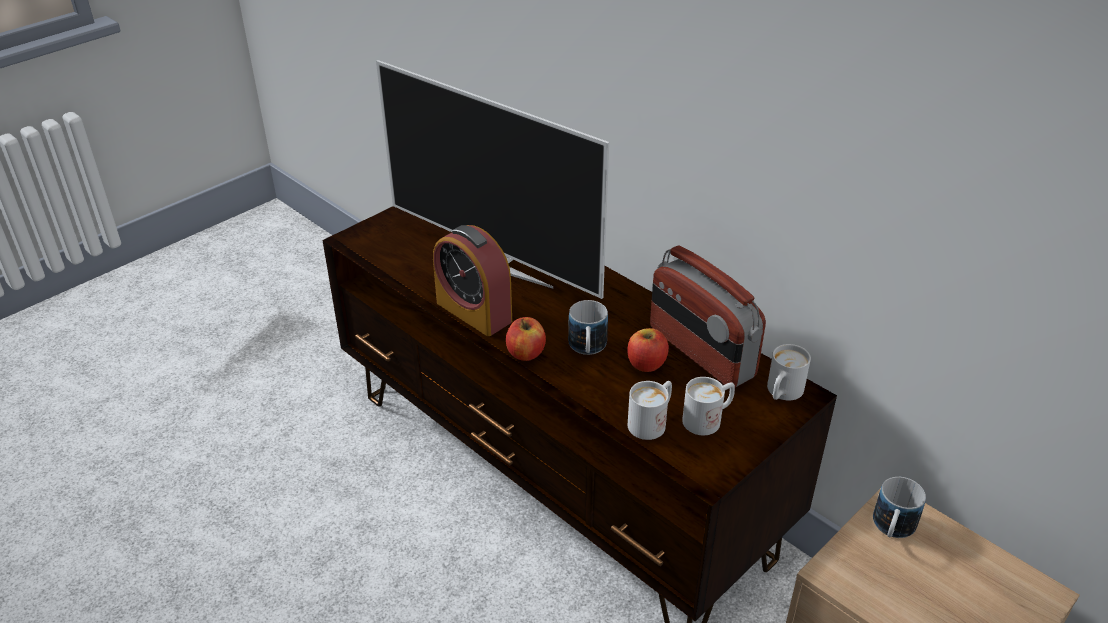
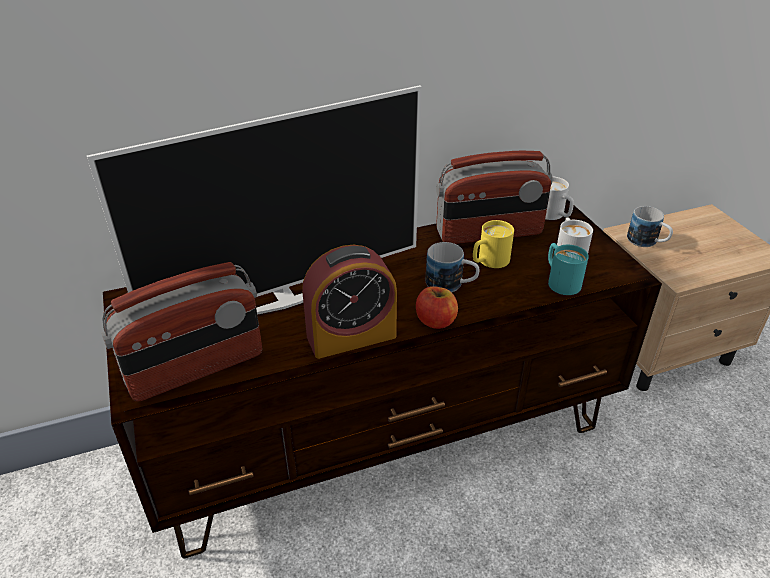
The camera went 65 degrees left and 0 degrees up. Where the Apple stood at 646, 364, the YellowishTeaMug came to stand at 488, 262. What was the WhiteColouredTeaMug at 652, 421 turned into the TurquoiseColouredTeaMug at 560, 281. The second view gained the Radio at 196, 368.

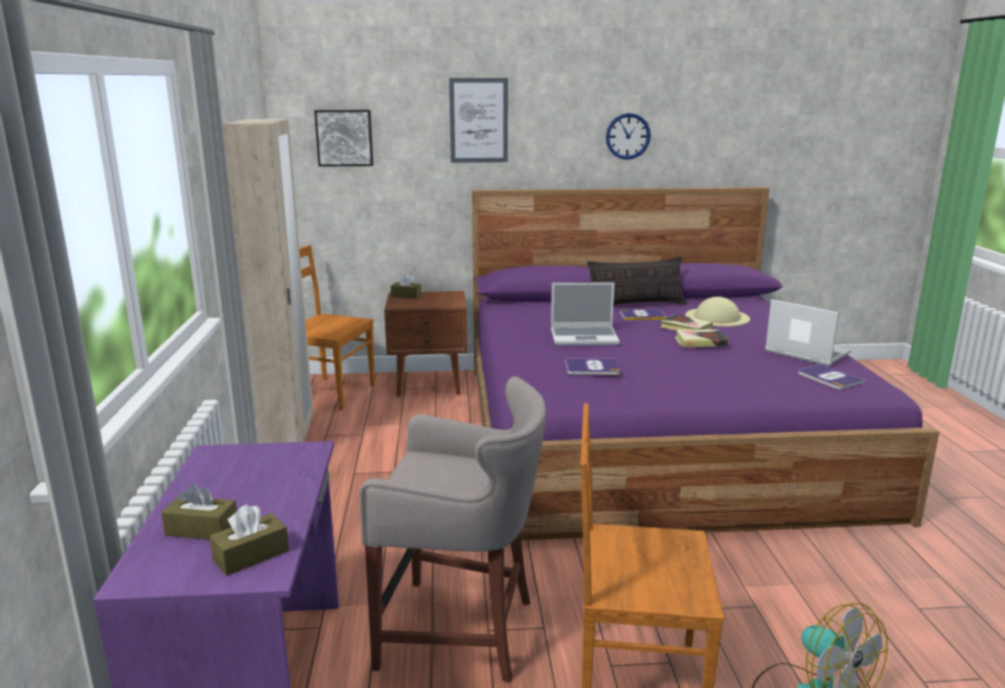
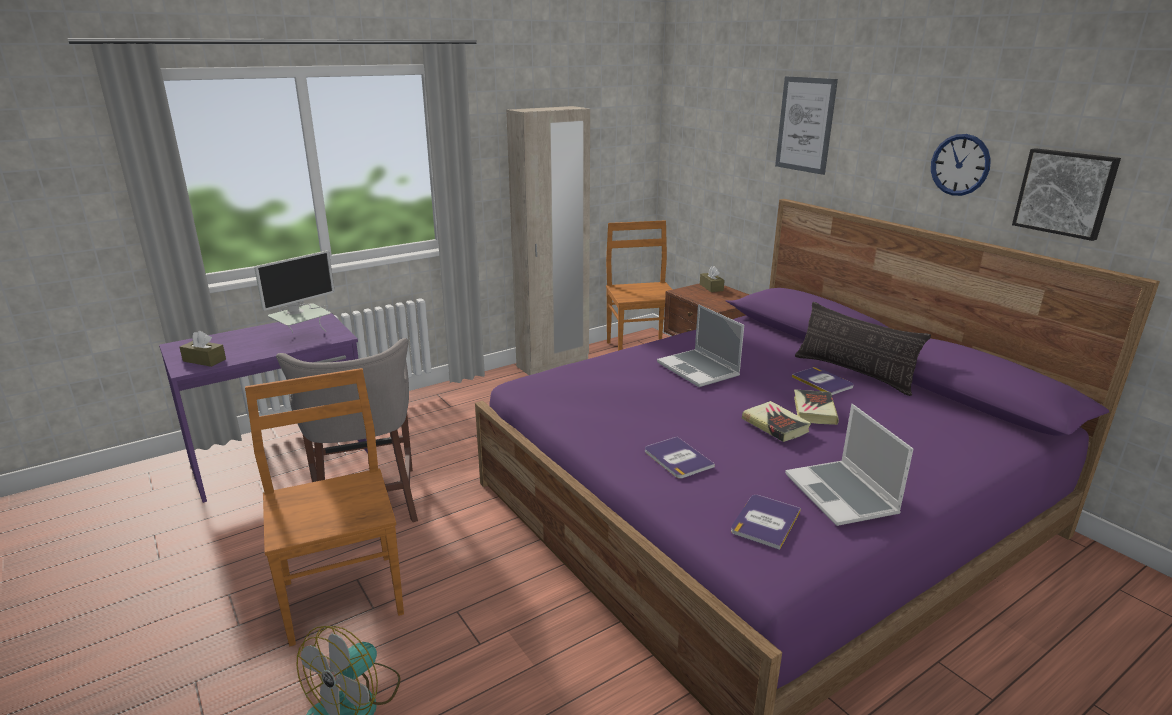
The camera went 60 degrees right and 5 degrees up. The second view lost the BrownTissueBox at 202, 529. The WallArt ended up elsewhere, having gone from 344, 138 to 1065, 193. The Volume ended up elsewhere, having gone from 592, 368 to 677, 458. The second view lost the BeigeColouredWearableHat at 717, 317. The Laptop at 805, 352 ended up facing another way, 150 degrees clockwise from before. The second view gained the ComputerScreen at 303, 338.

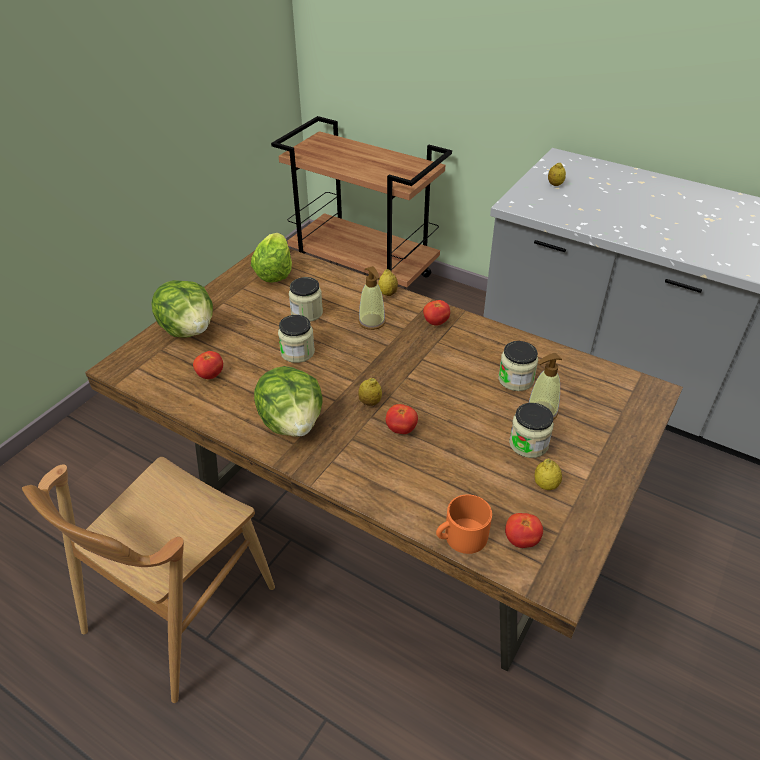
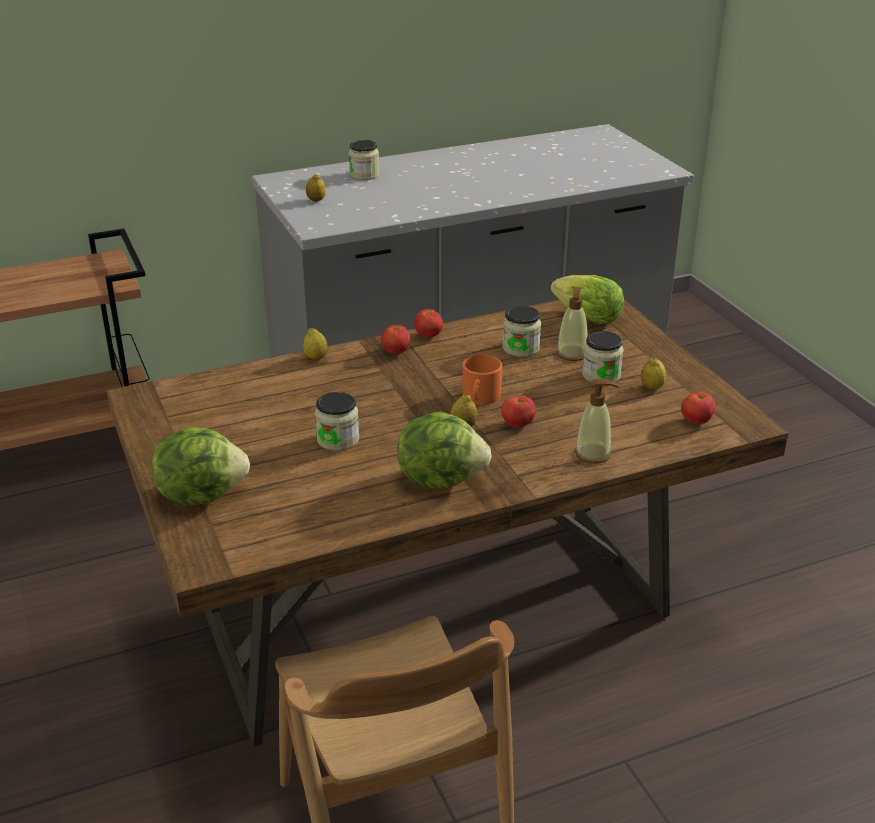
The camera went 55 degrees left and 10 degrees down. The Tomato ended up elsewhere, having gone from 210, 375 to 428, 335. The LettuceHead ended up elsewhere, having gone from 274, 272 to 588, 318. The PreserveJar ended up elsewhere, having gone from 307, 313 to 364, 175. The SoapDispenser ended up elsewhere, having gone from 372, 322 to 593, 454. The OrangeTeaMug ended up elsewhere, having gone from 460, 537 to 480, 397.

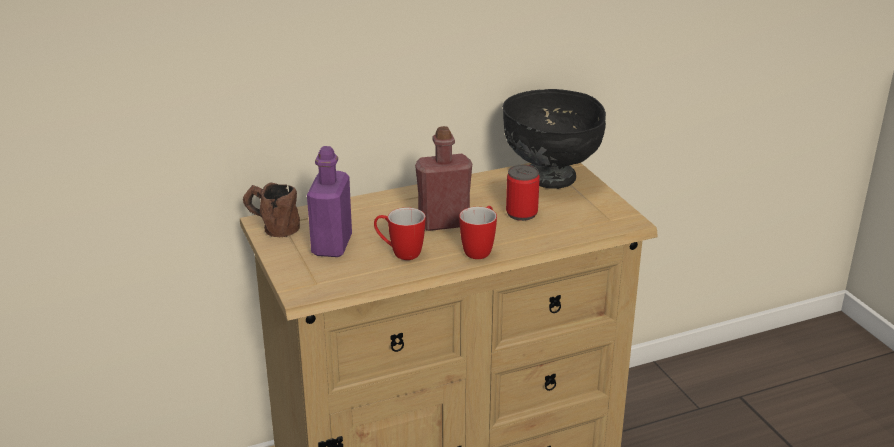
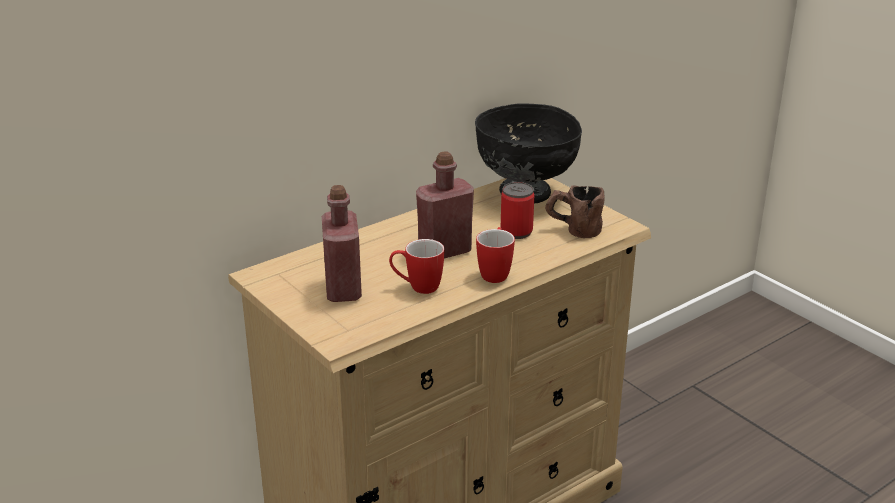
The camera went 15 degrees left and 0 degrees up. The BrownTeaMug ended up elsewhere, having gone from 271, 227 to 573, 230. What was the PurpleColouredBeverageBottle at 332, 245 turned into the ReddishBeverageBottle at 343, 289.

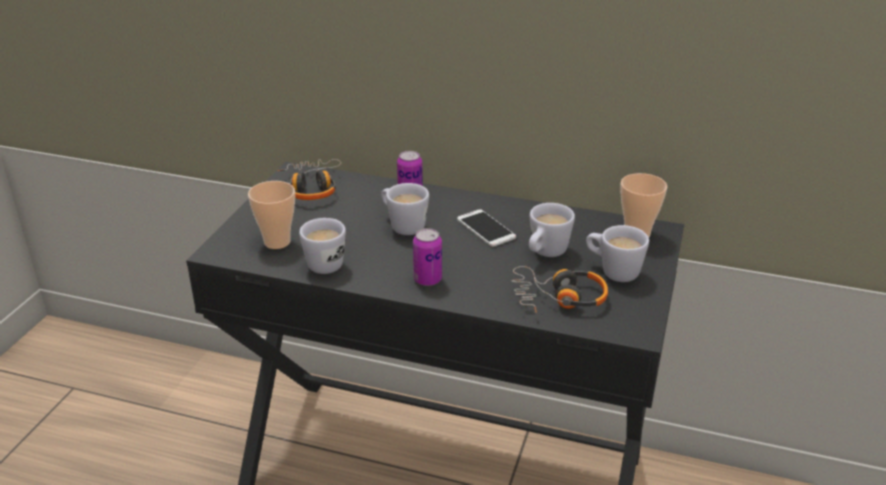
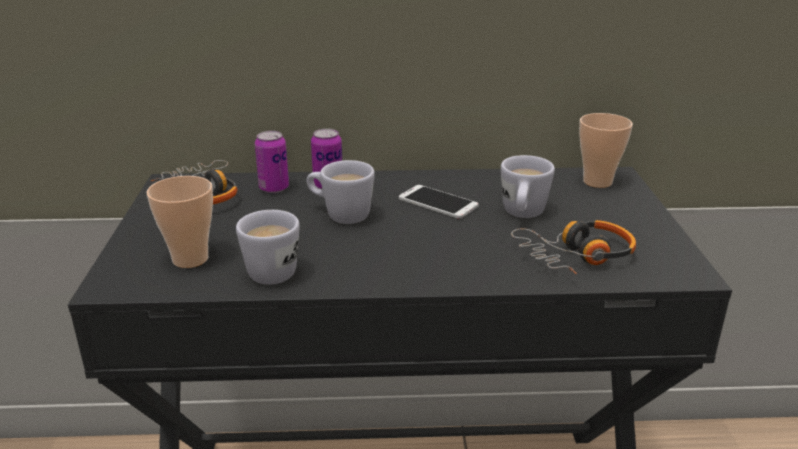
The camera went 20 degrees left and 5 degrees down. The SealedCan ended up elsewhere, having gone from 427, 280 to 274, 188. The second view lost the WhiteColouredTeaMug at 612, 271.

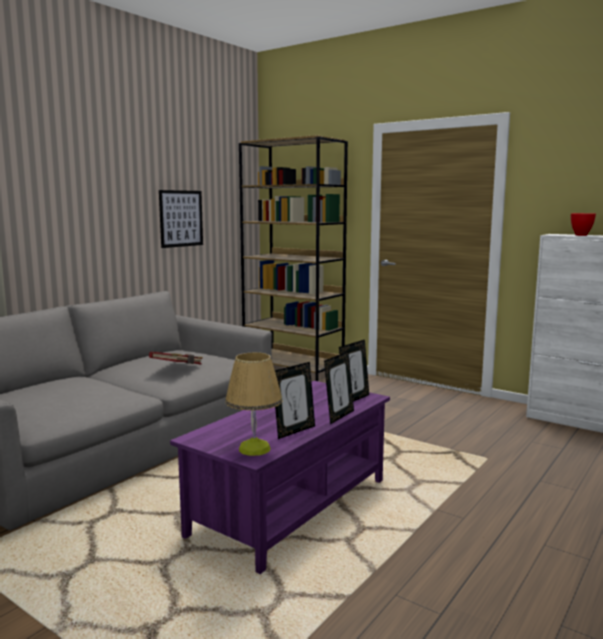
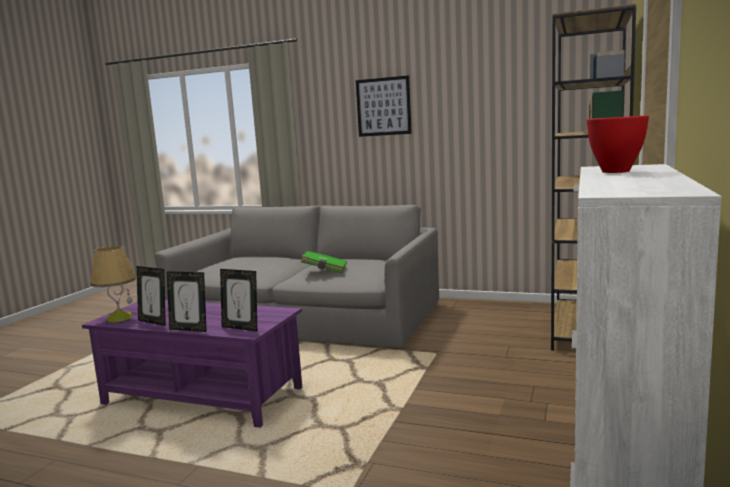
The camera went 75 degrees right and 0 degrees up. What was the ReddishVolume at 177, 368 turned into the GreenishVolume at 324, 271. The WallArt ended up elsewhere, having gone from 181, 218 to 383, 106.

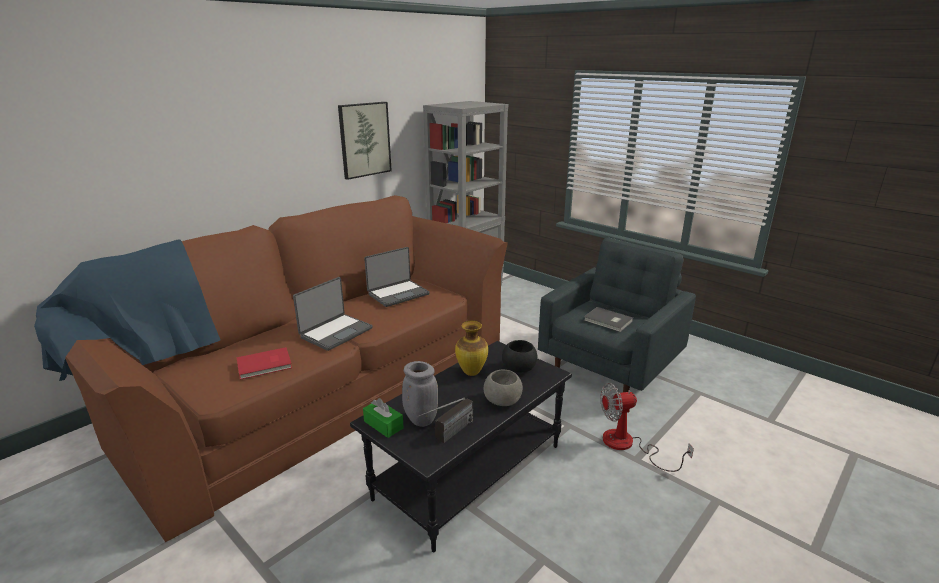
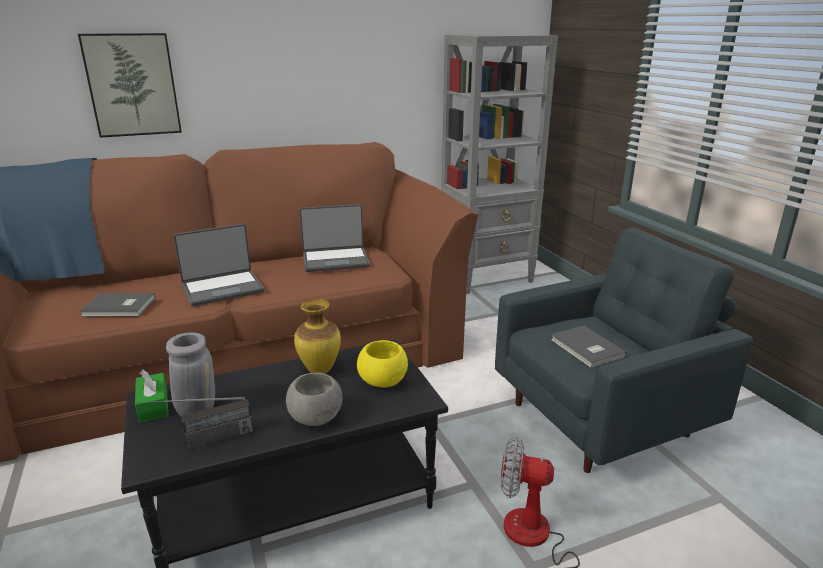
The camera went 25 degrees right and 0 degrees up. What was the ReddishVolume at 265, 365 turned into the GrayVolume at 119, 307. The WallArt ended up elsewhere, having gone from 364, 139 to 132, 85. What was the BlackColouredDeepDish at 518, 368 turned into the YellowishDeepDish at 382, 381.

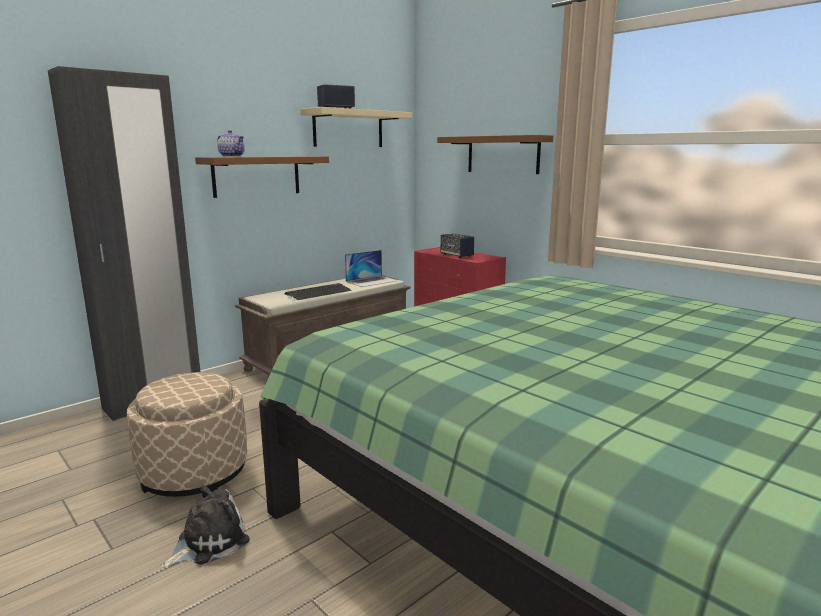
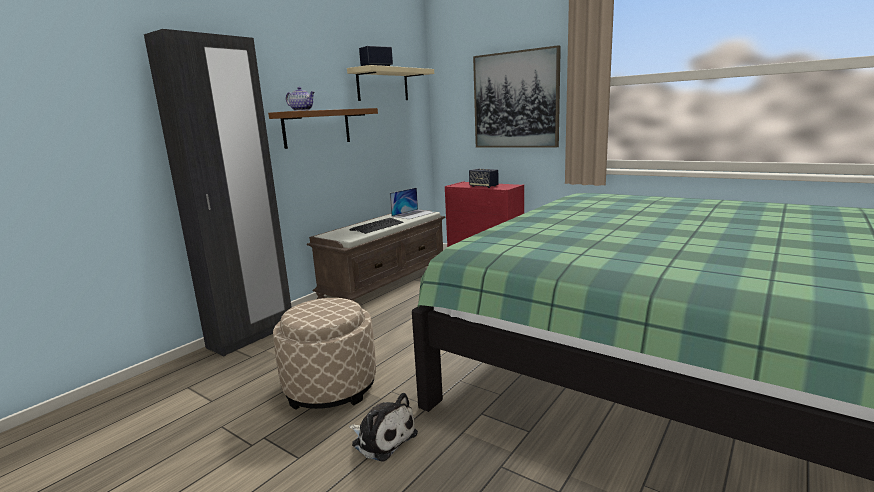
The camera went 10 degrees left and 0 degrees up. The SoftToy at 208, 541 ended up facing another way, 90 degrees clockwise from before. Where the BrownShelf hung at 503, 154, the WallArt came to hang at 515, 100.

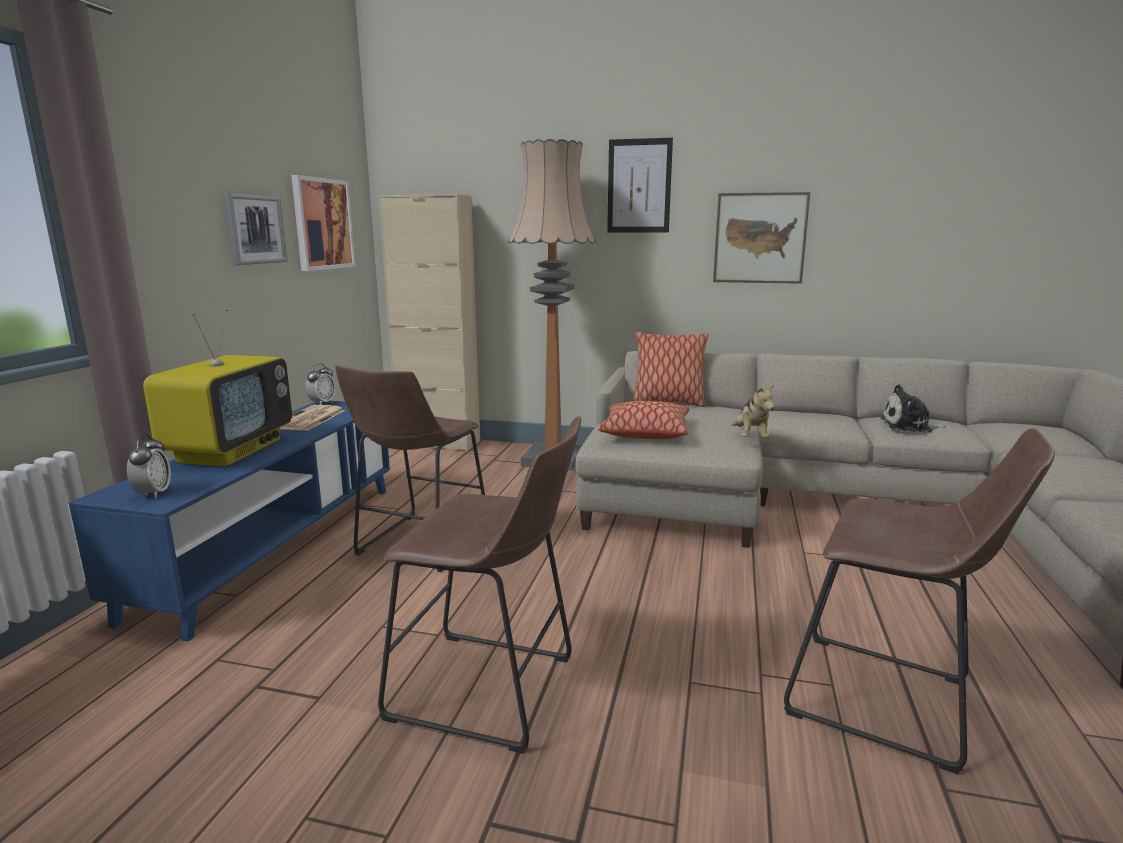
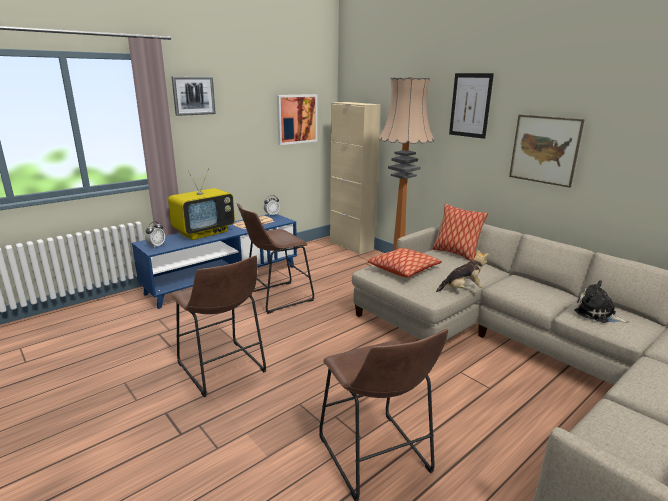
The camera went 35 degrees right and 5 degrees up. The WallArt ended up elsewhere, having gone from 255, 229 to 193, 95. The SoftToy at 750, 438 ended up facing another way, 135 degrees counterclockwise from before.

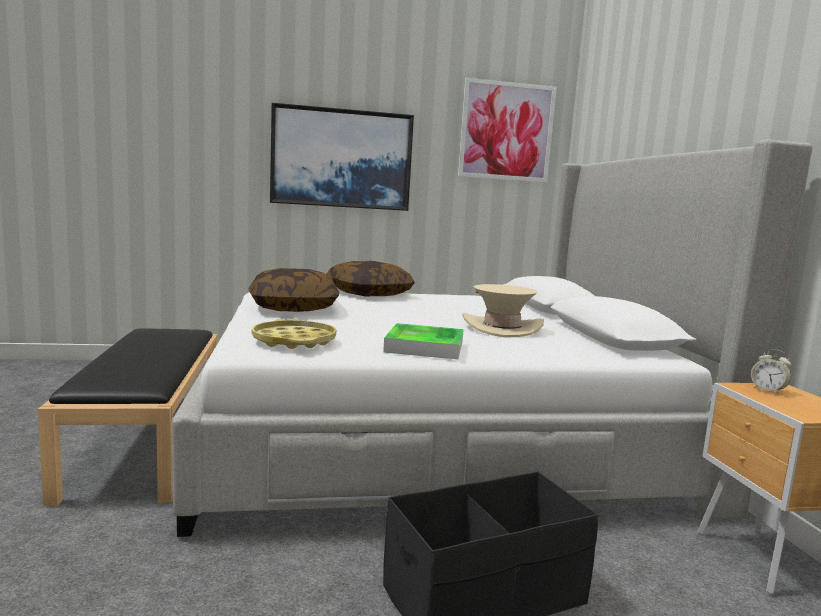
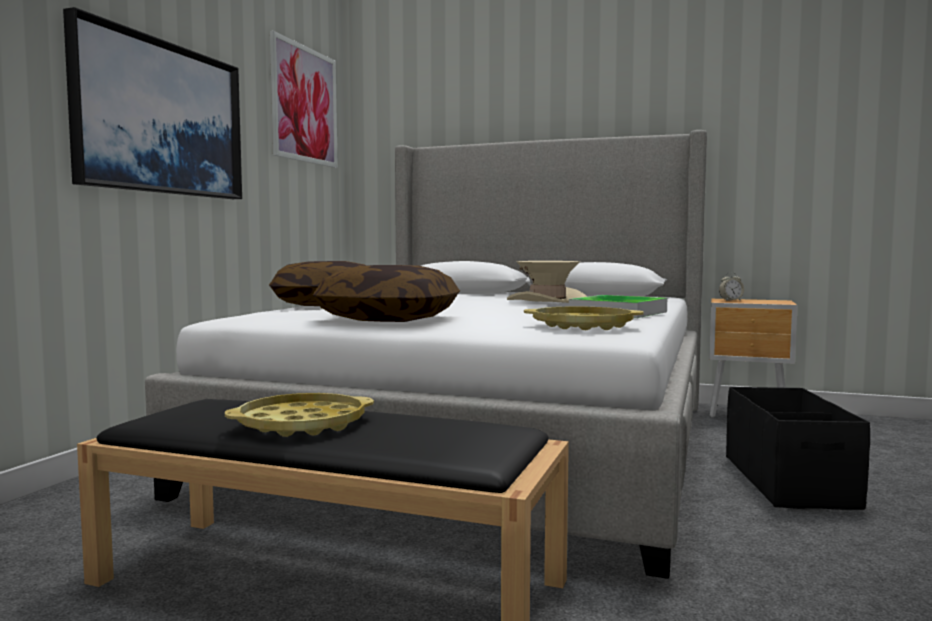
The camera went 60 degrees left and 5 degrees down. The second view gained the YellowishCarryingTray at 302, 424.

